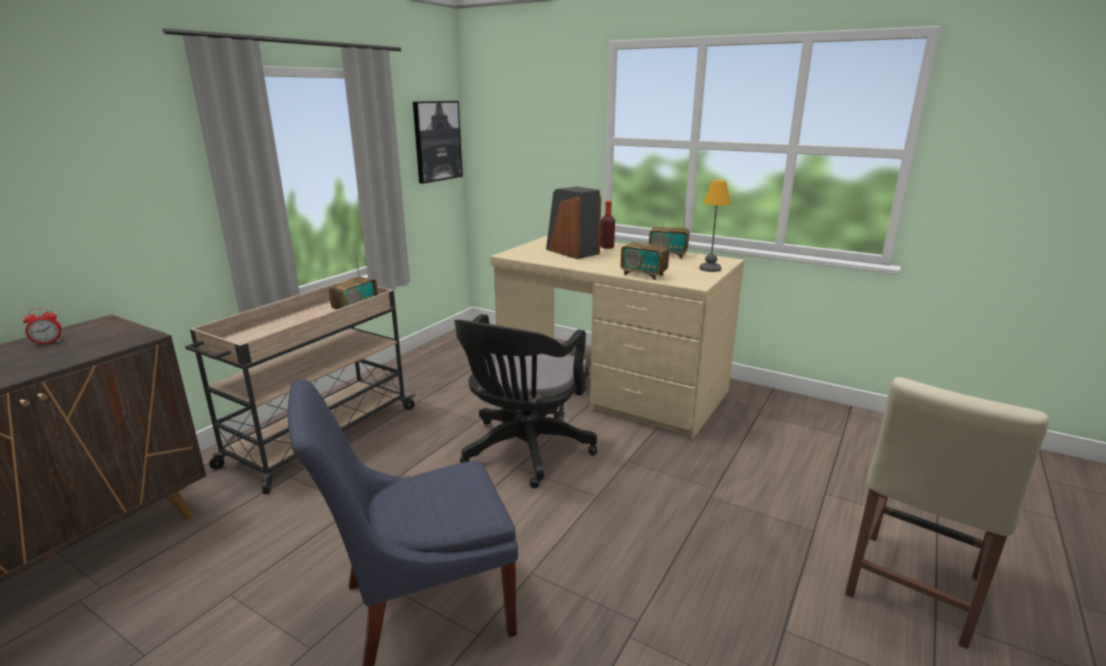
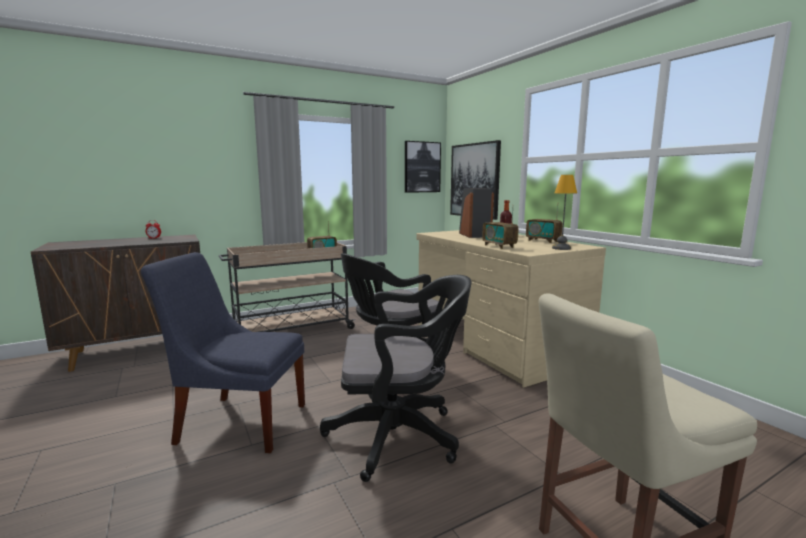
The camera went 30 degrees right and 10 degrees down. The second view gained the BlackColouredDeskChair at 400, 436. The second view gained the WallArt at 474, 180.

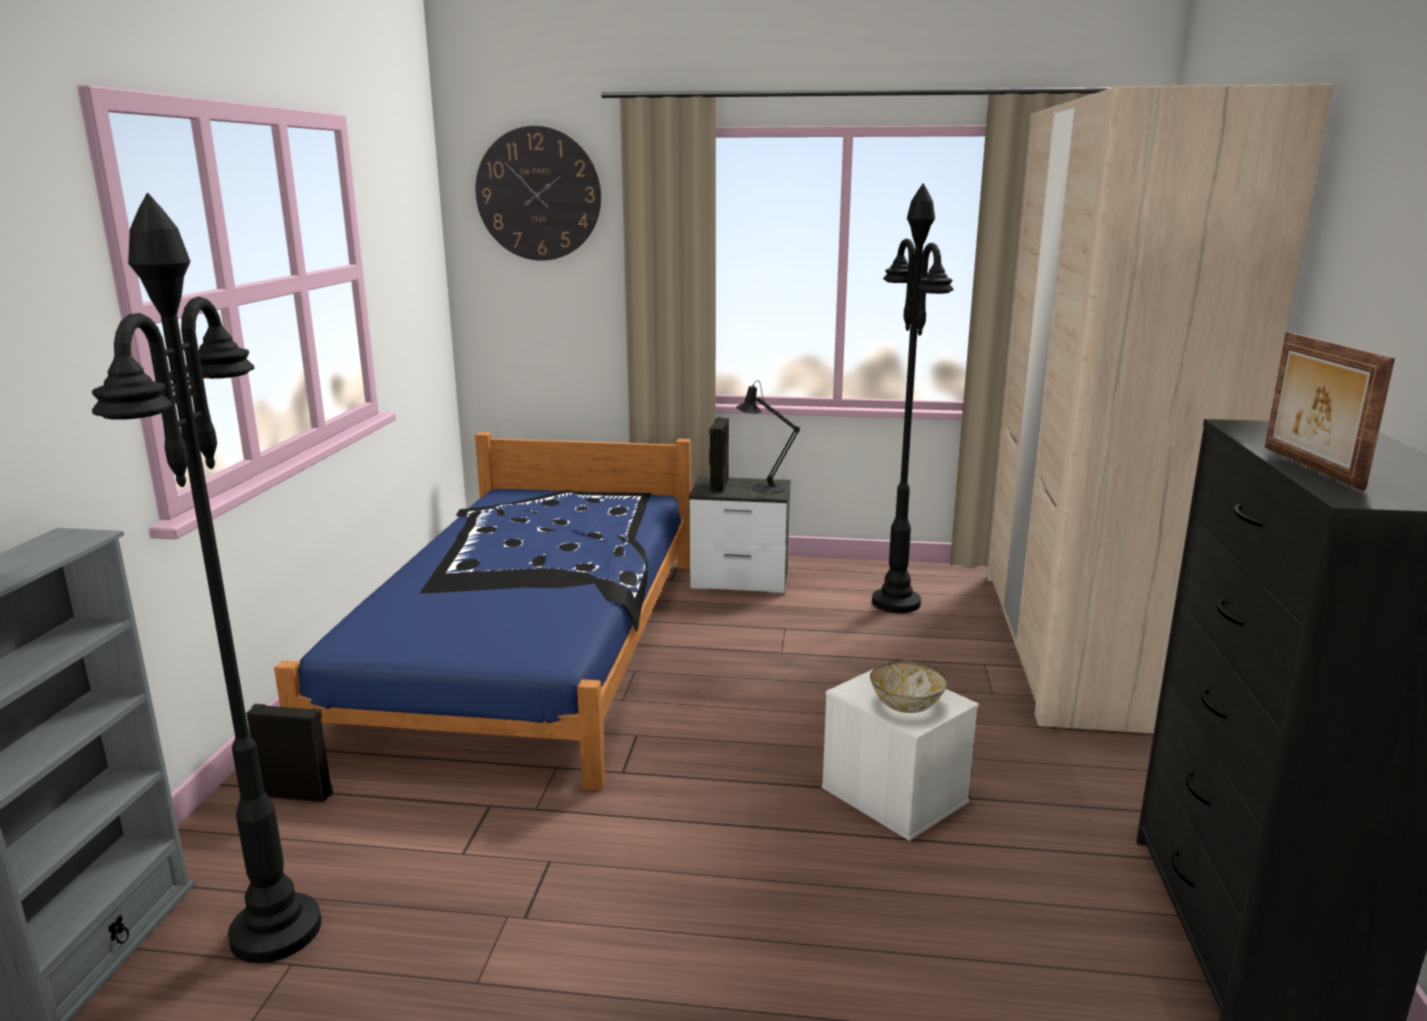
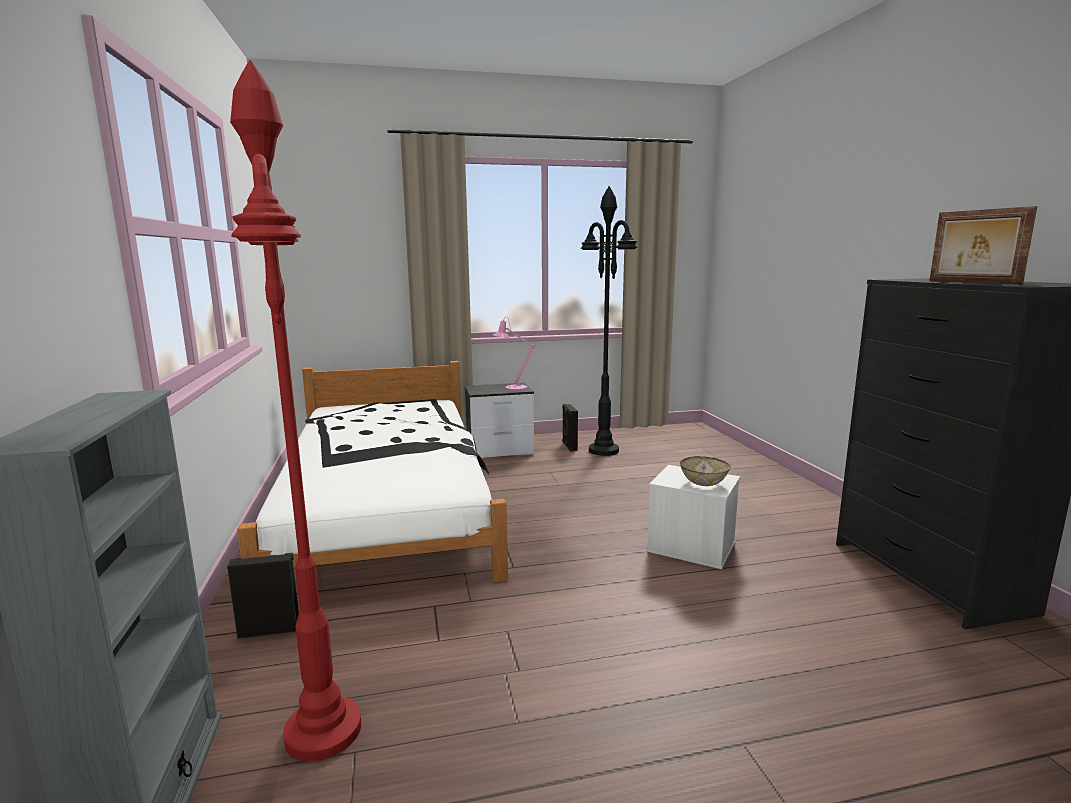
The camera went 20 degrees left and 5 degrees down. What was the BlackColouredStandingLamp at 276, 930 turned into the ReddishStandingLamp at 323, 730. What was the BlueColouredBedroomBed at 531, 645 turned into the WhiteColouredBedroomBed at 387, 505. The second view lost the ClockOnTheWall at 538, 194. The BlackColouredSpeaker ended up elsewhere, having gone from 718, 485 to 569, 446. What was the BlackColouredTableLamp at 763, 487 turned into the PinkColouredTableLamp at 512, 387. The second view lost the BeigeColouredArmoire at 1080, 643.

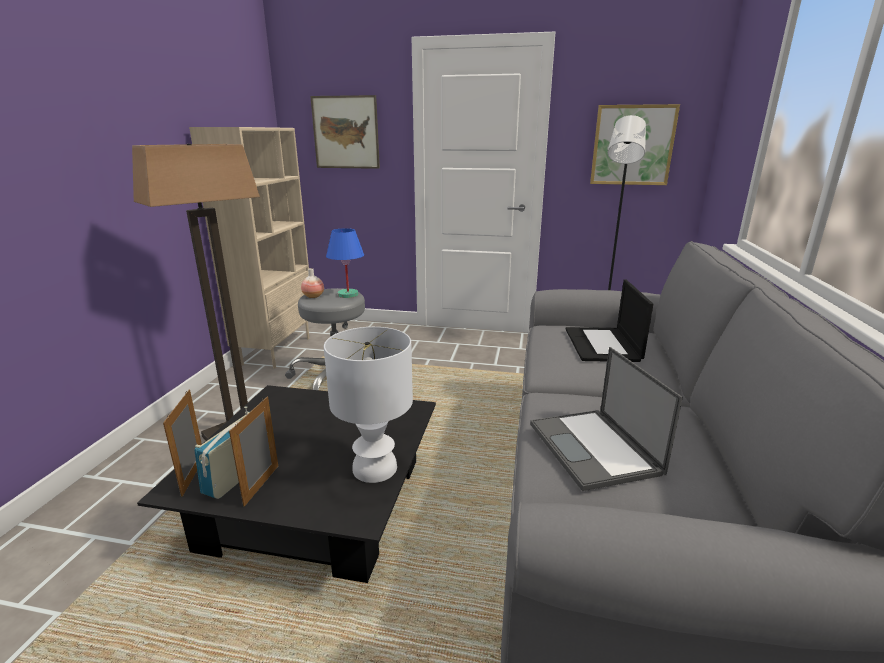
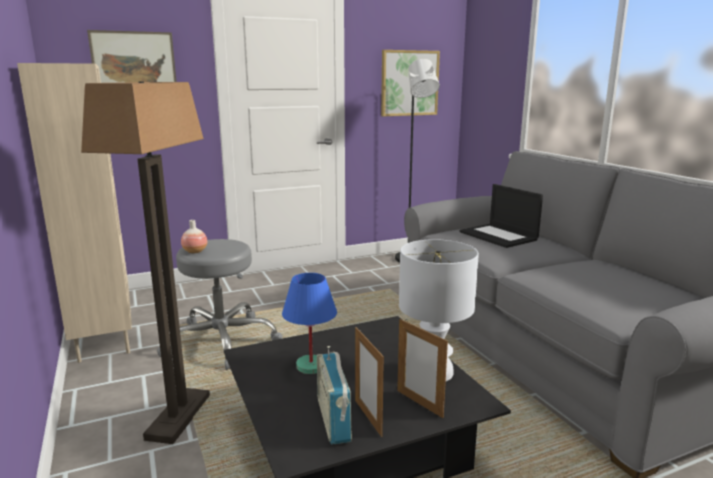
The camera went 35 degrees left and 5 degrees down. The StandingFrame ended up elsewhere, having gone from 193, 476 to 419, 403. The BlueColouredTableLamp ended up elsewhere, having gone from 347, 295 to 310, 366. The second view lost the Laptop at 594, 449.

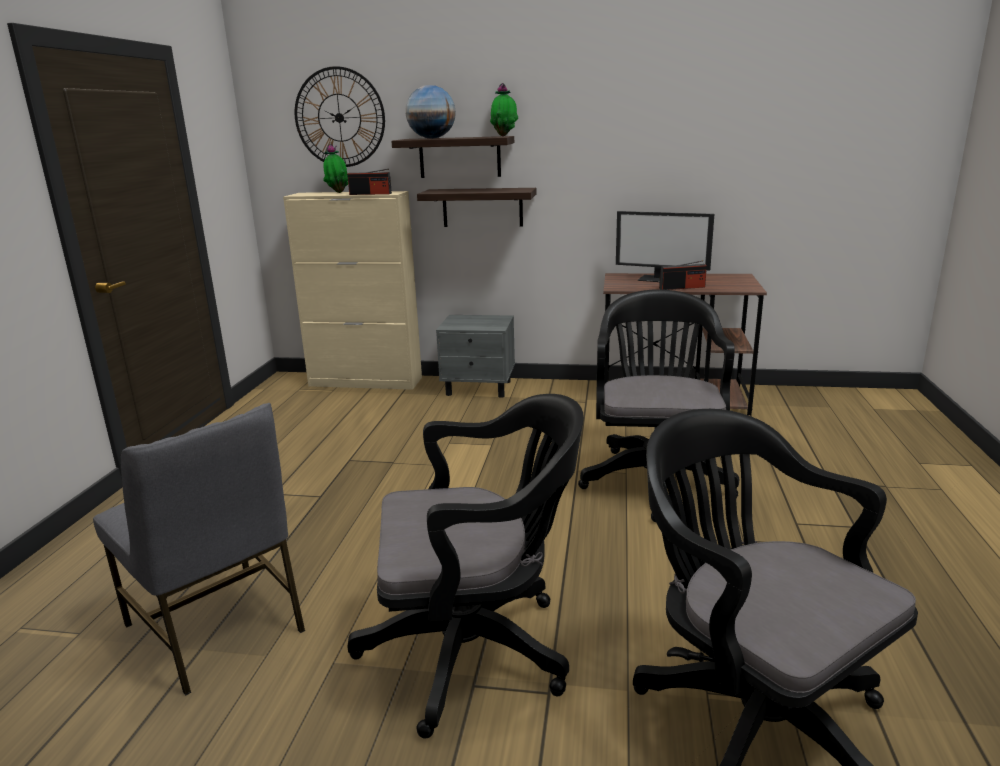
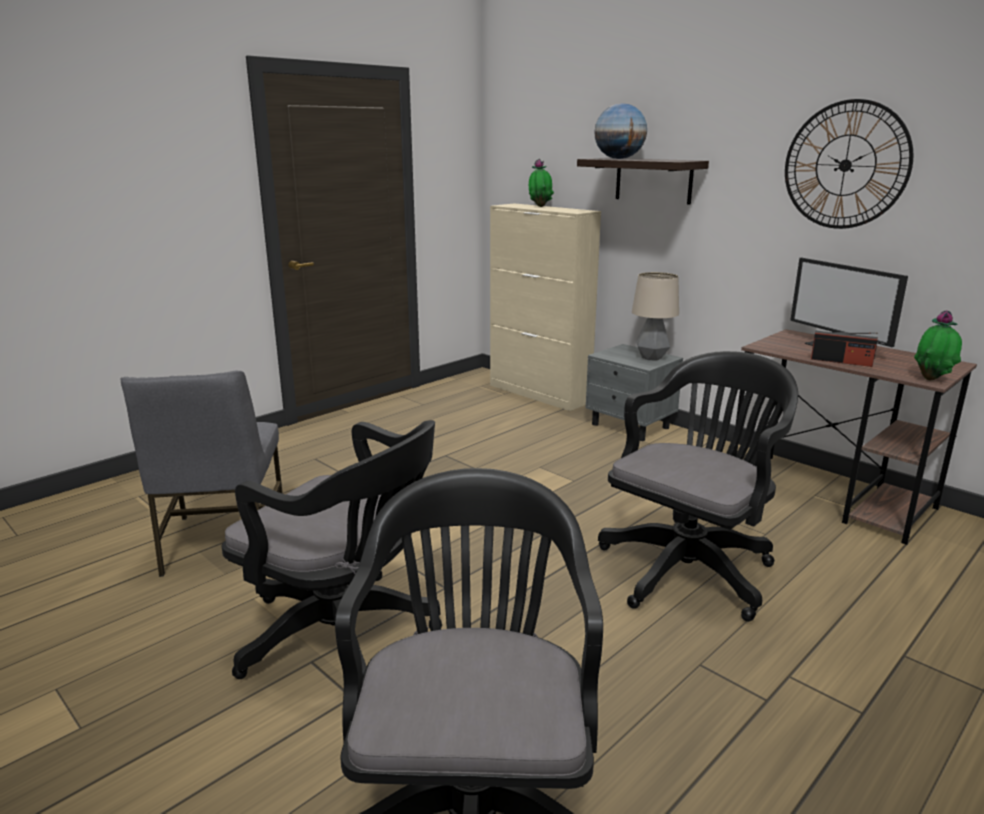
The camera went 35 degrees right and 0 degrees up. The ClockOnTheWall ended up elsewhere, having gone from 339, 117 to 845, 165. The second view lost the Radio at 370, 194. The second view lost the Shelf at 482, 207. The Houseplant ended up elsewhere, having gone from 504, 136 to 932, 379. The second view gained the TableLamp at 651, 358.

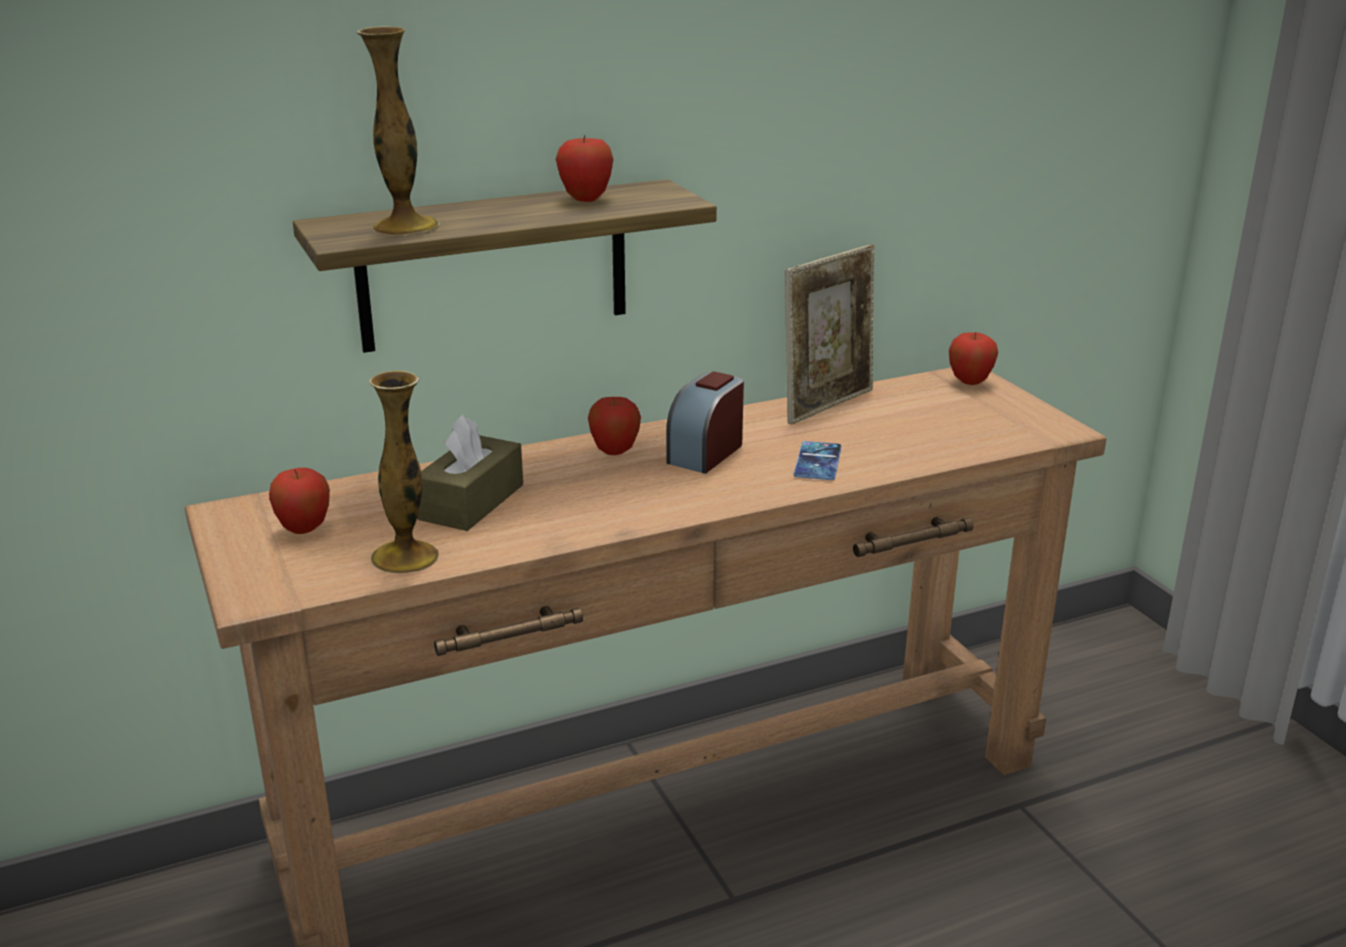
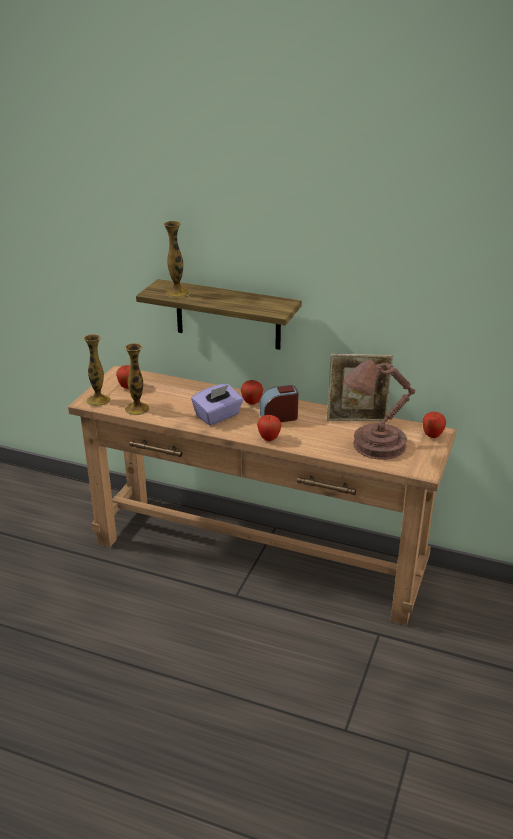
The camera went 45 degrees right and 5 degrees up. The second view lost the BrownTissueBox at 471, 502. The Apple ended up elsewhere, having gone from 585, 199 to 269, 439. The second view lost the Phone at 818, 461. The second view gained the Vase at 98, 400. The second view gained the PurpleColouredTissueBox at 218, 416. The second view gained the BrownTableLamp at 375, 446.

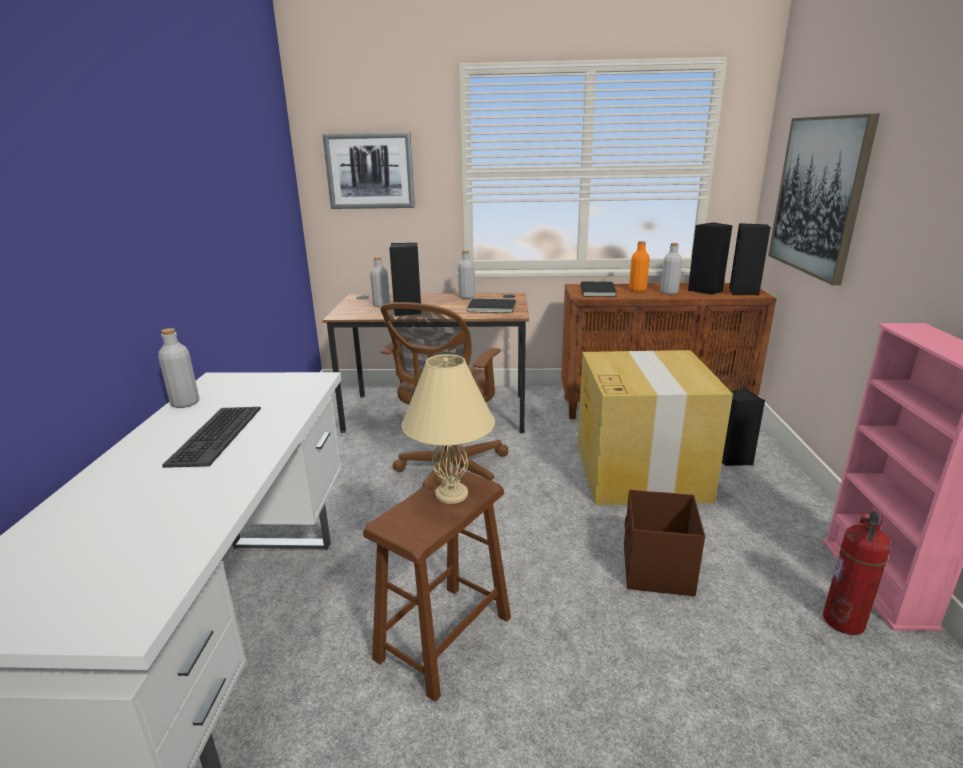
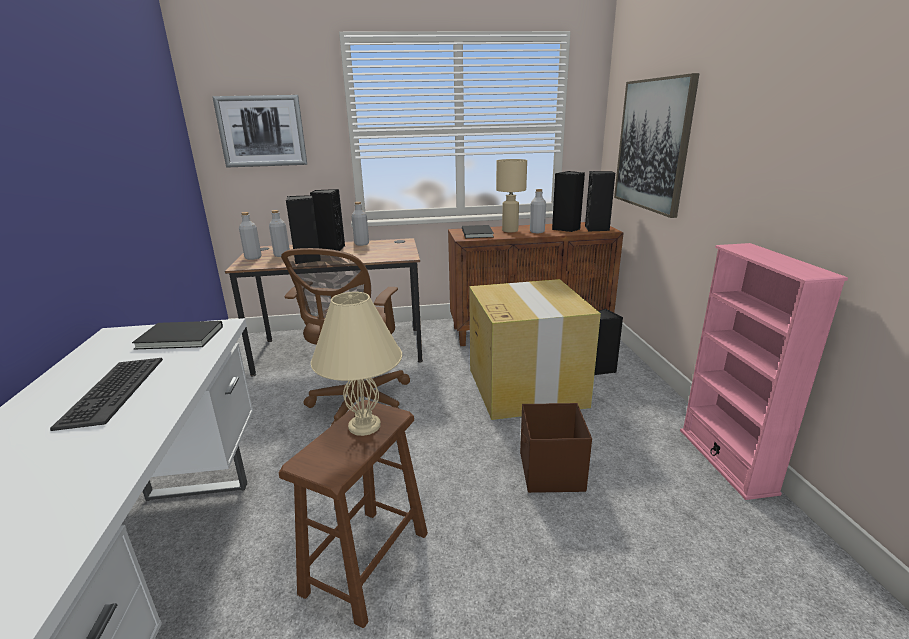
The camera went 10 degrees left and 0 degrees up. The GrayBeverageBottle ended up elsewhere, having gone from 185, 403 to 253, 258. The BlackColouredVolume ended up elsewhere, having gone from 492, 308 to 180, 338. Where the OrangeBeverageBottle stood at 637, 290, the BeigeColouredTableLamp came to stand at 510, 231. The second view lost the FireExtinguisher at 844, 622. The second view gained the BlackColouredSpeaker at 331, 249.

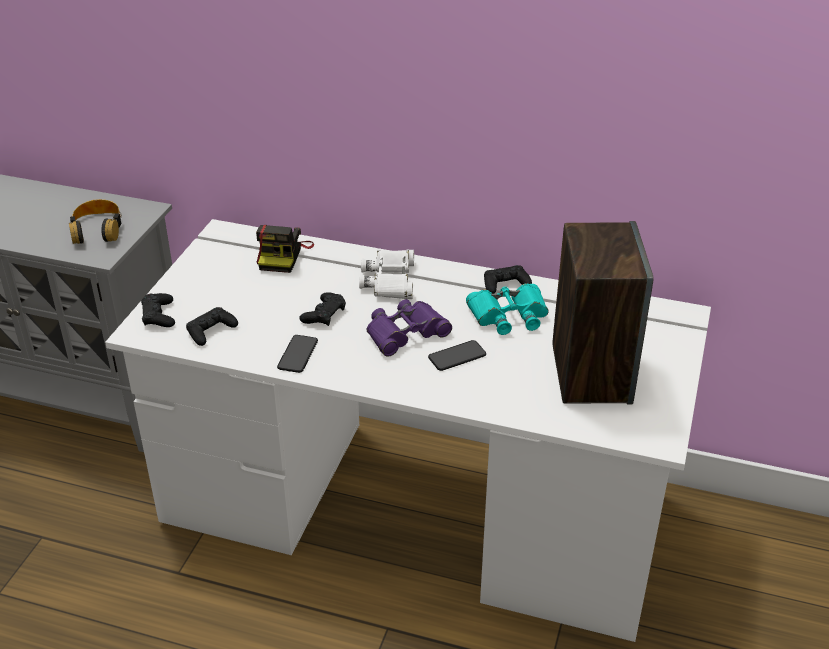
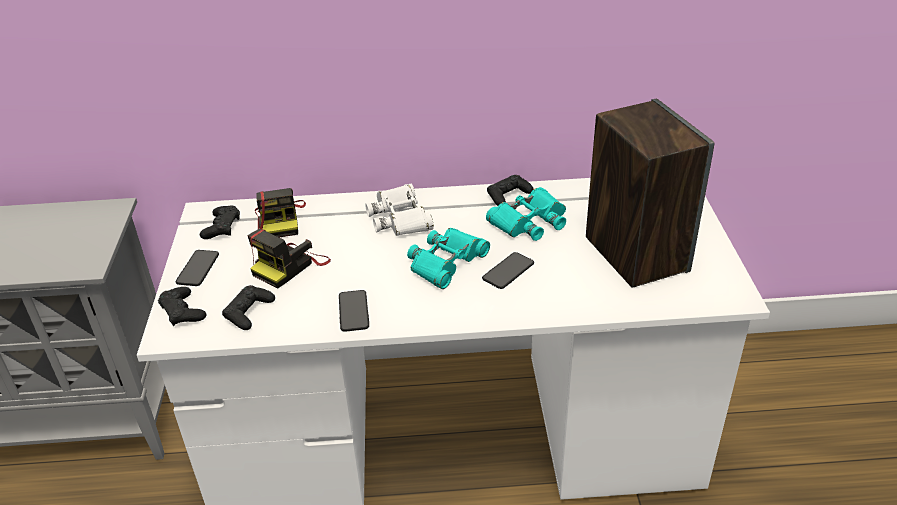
The camera went 20 degrees left and 0 degrees up. The second view lost the Headphones at 97, 229. The BlackColouredGamepad ended up elsewhere, having gone from 324, 314 to 222, 227. What was the PurpleColouredFieldGlasses at 406, 333 turned into the TurquoiseColouredFieldGlasses at 446, 262. The second view gained the Phone at 198, 269. The second view gained the StillCamera at 290, 266.

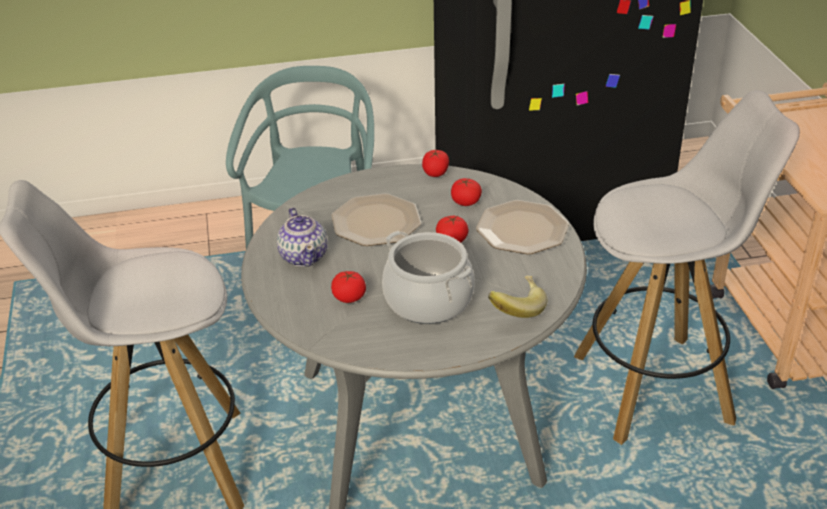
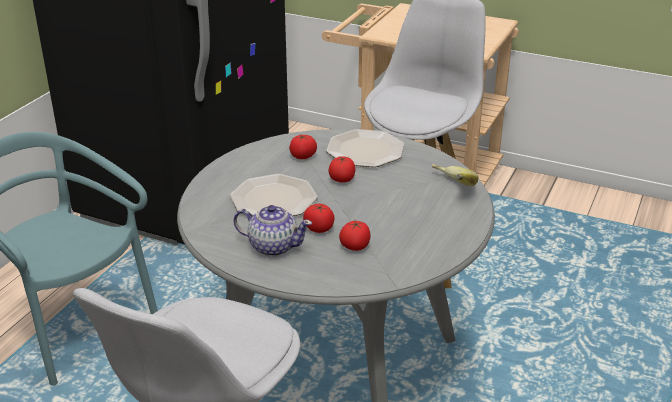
The camera went 55 degrees left and 5 degrees down. The second view lost the Stockpot at 428, 300. The Tomato ended up elsewhere, having gone from 435, 173 to 319, 228.

